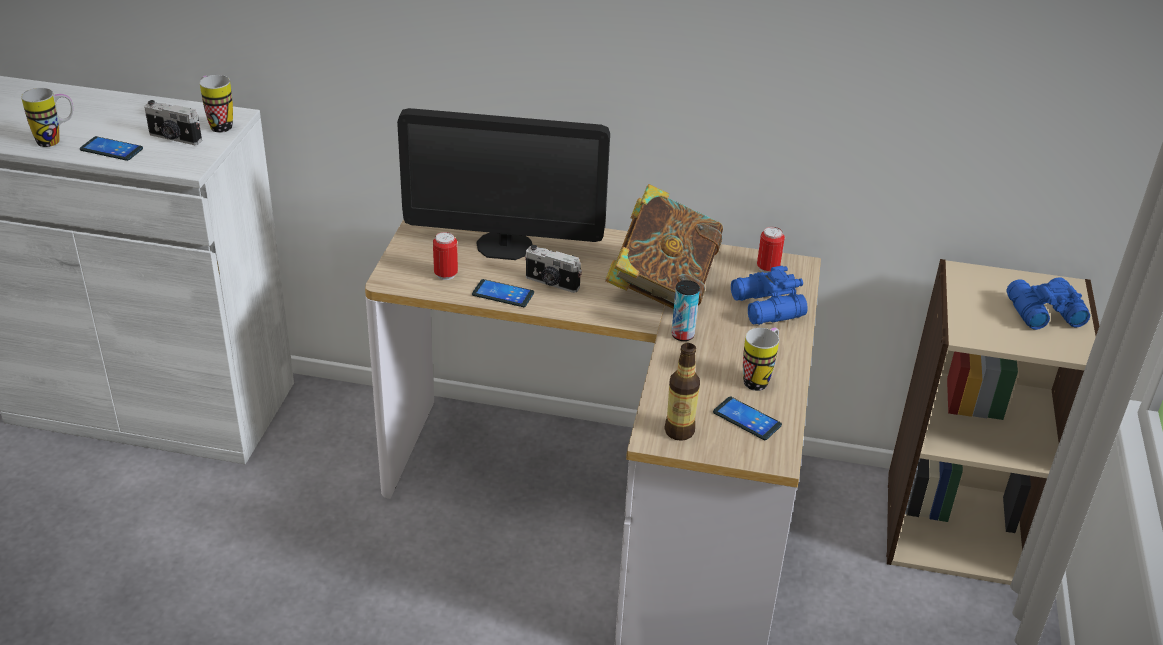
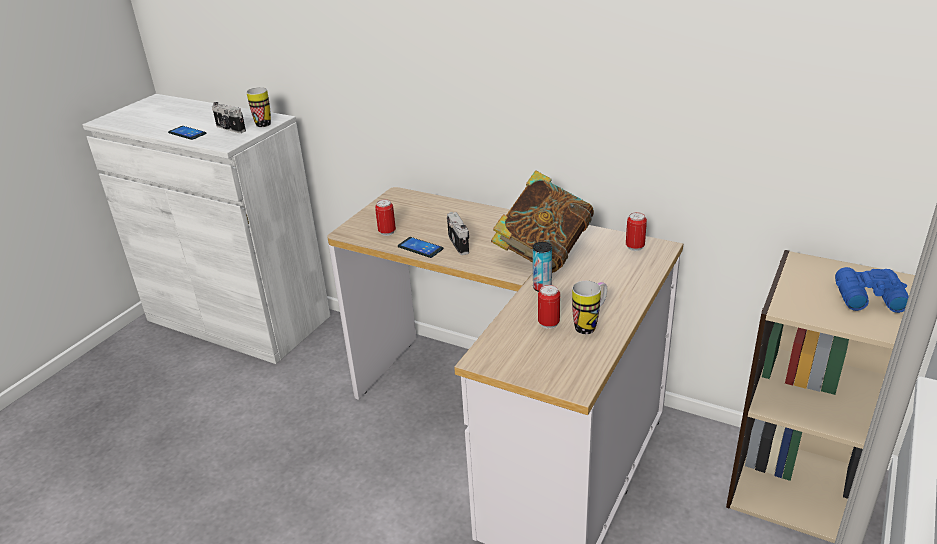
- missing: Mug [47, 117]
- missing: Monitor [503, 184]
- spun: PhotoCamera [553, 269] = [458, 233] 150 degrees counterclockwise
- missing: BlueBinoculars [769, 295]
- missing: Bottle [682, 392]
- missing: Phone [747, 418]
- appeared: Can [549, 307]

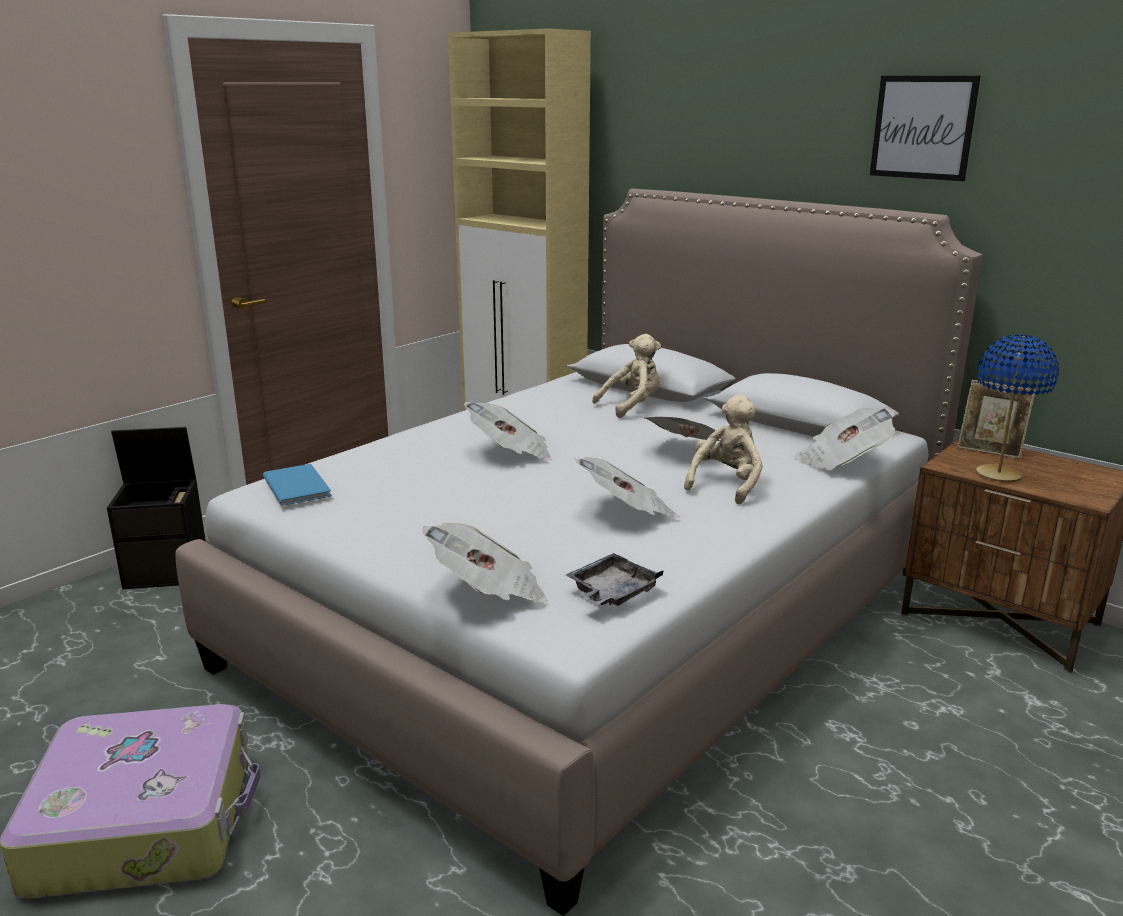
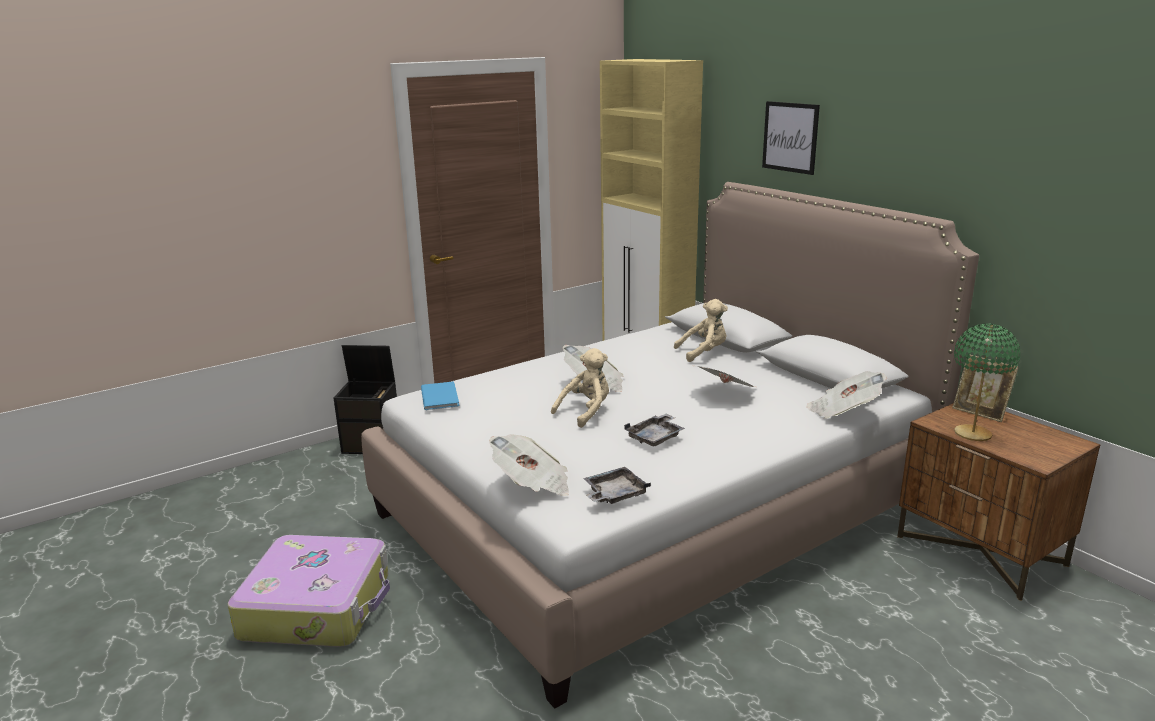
- relocated: Picture [925, 128] to [791, 138]
- colour: BlueTableLamp [1017, 408] to GreenTableLamp [987, 382]
- relocated: BeigePlushToy [723, 449] to [580, 388]
- exchanged: Newspaper [627, 487] to GreyTray [654, 429]

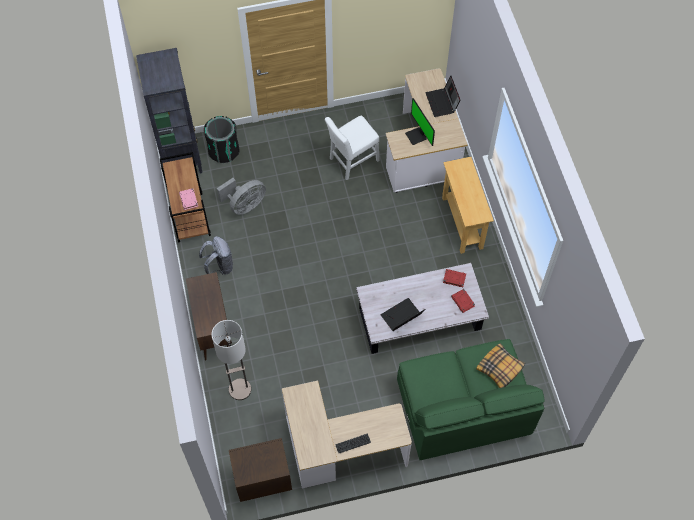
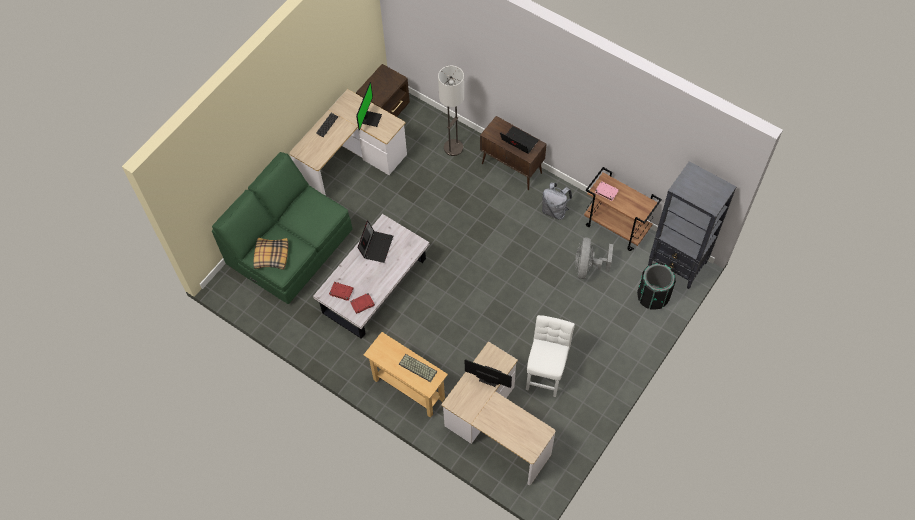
- relocated: Laptop [443, 96] to [519, 140]
- appeared: Monitor [369, 106]
- appeared: Keyboard [418, 368]

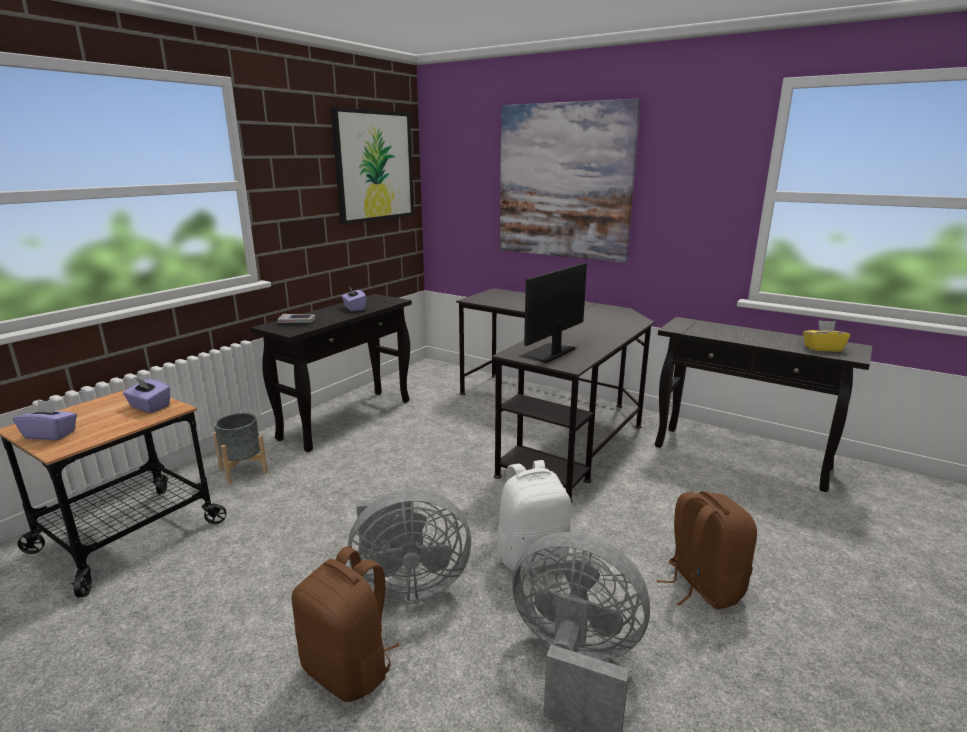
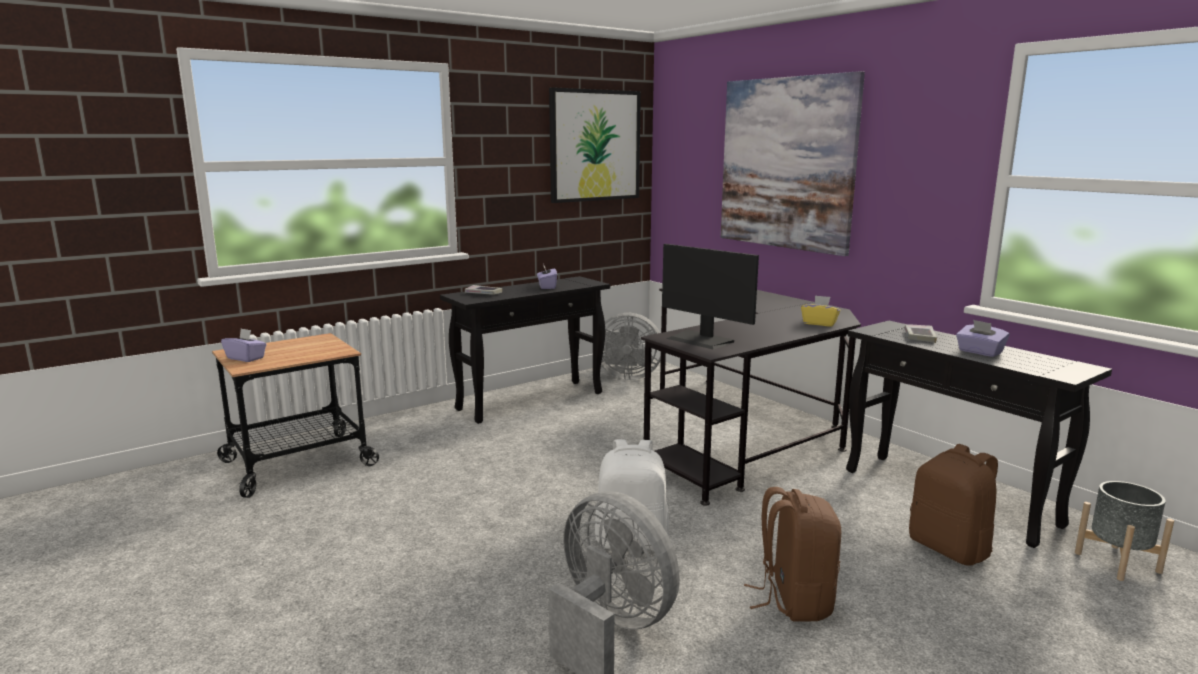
- spun: Monitor [552, 313] = [710, 297] 105 degrees counterclockwise
- relocated: YellowTissueBox [826, 336] to [821, 311]
- relocated: PurpleTissueBox [146, 395] to [983, 338]
- relocated: GreyPlanter [240, 448] to [1124, 531]
- relocated: GreyFan [409, 545] to [631, 346]
- relocated: BrownBackpack [346, 624] to [953, 505]
- appeared: Book [920, 333]

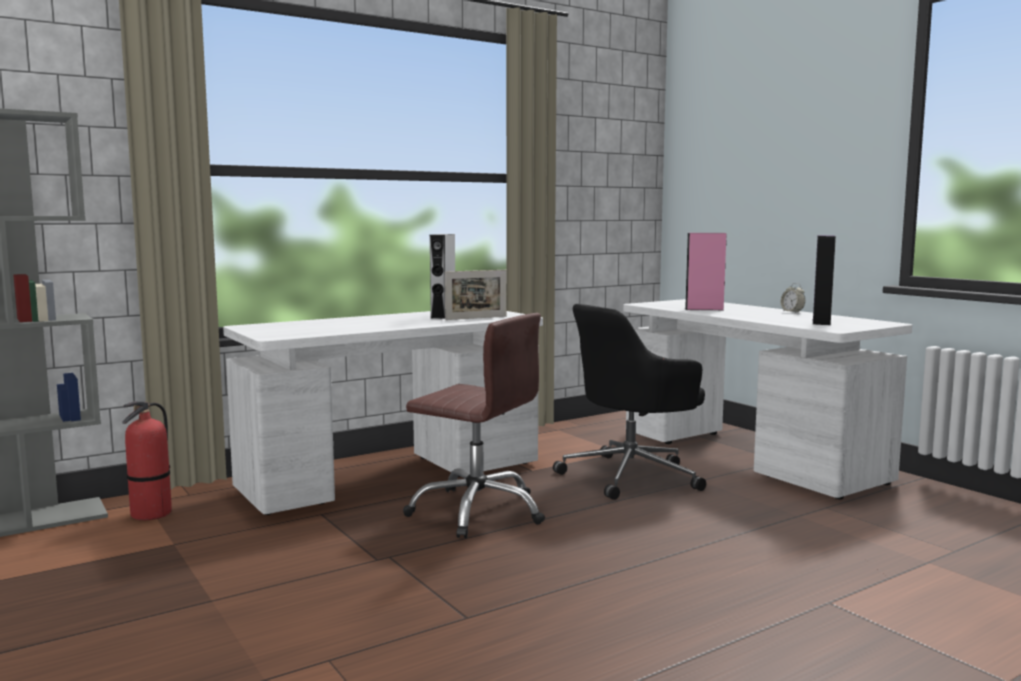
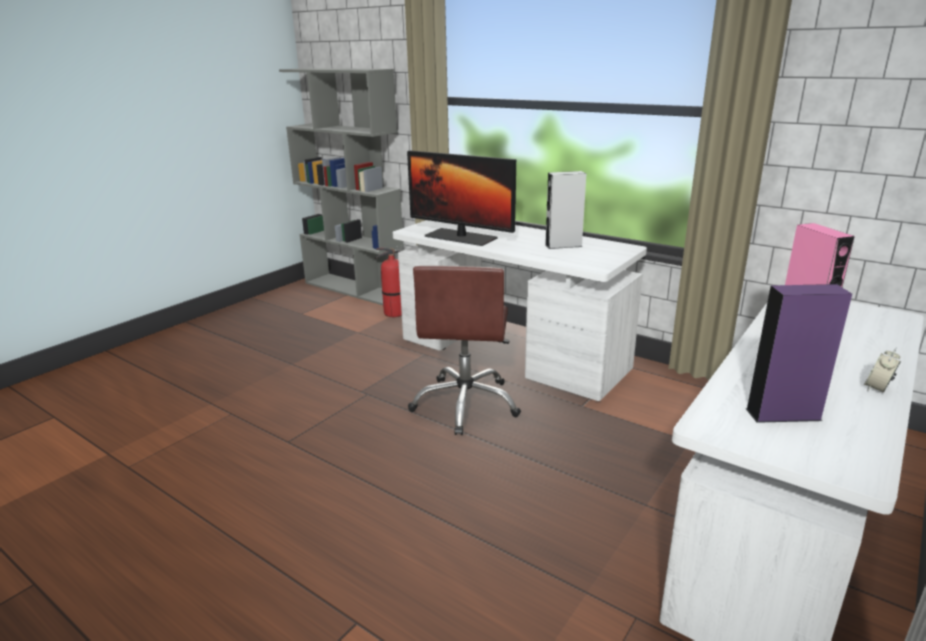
- missing: PictureFrame [476, 295]
- missing: BlackOfficeChair [629, 402]
- appeared: Monitor [461, 198]

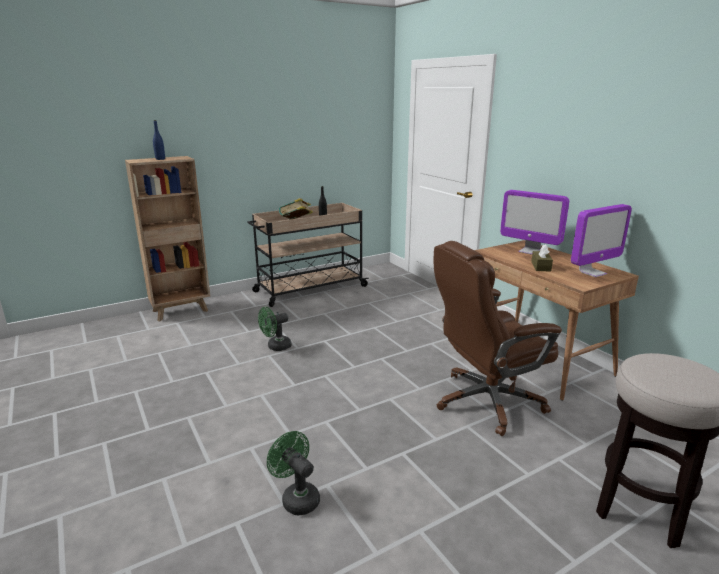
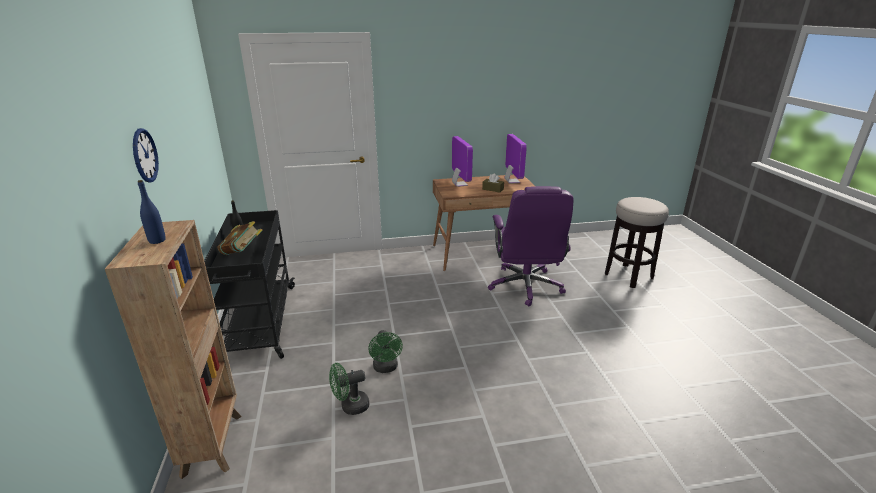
- spun: Monitor [534, 222] = [462, 161] 75 degrees counterclockwise
- colour: BeigeCart [308, 255] to BlackCart [249, 284]
- colour: BrownOfficeChair [498, 338] to PurpleOfficeChair [531, 246]
- relocated: GreenFan [293, 473] to [349, 389]
- appeared: WallClock [146, 155]

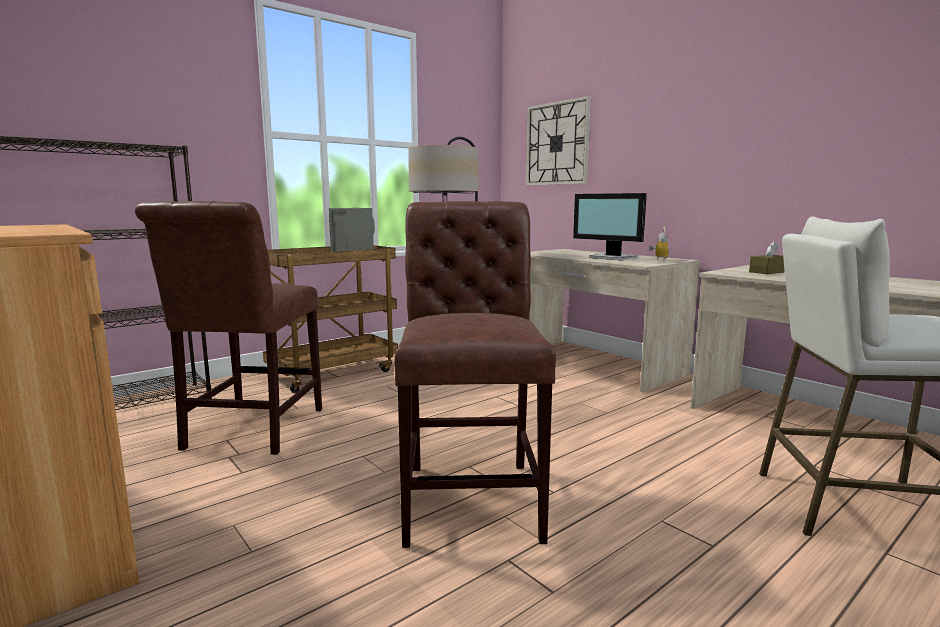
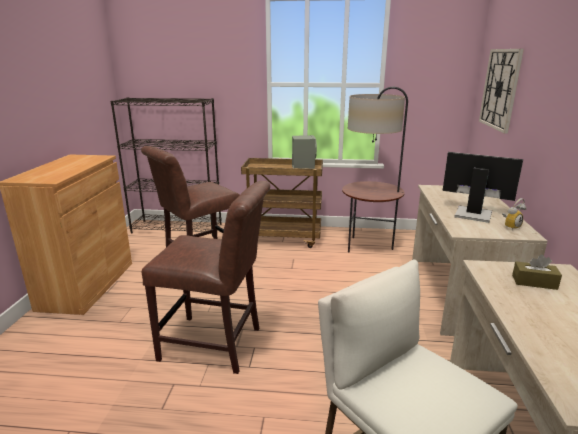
- spun: Monitor [610, 226] = [483, 187] 120 degrees clockwise
- spun: BrownChair [475, 374] = [205, 277] 60 degrees clockwise

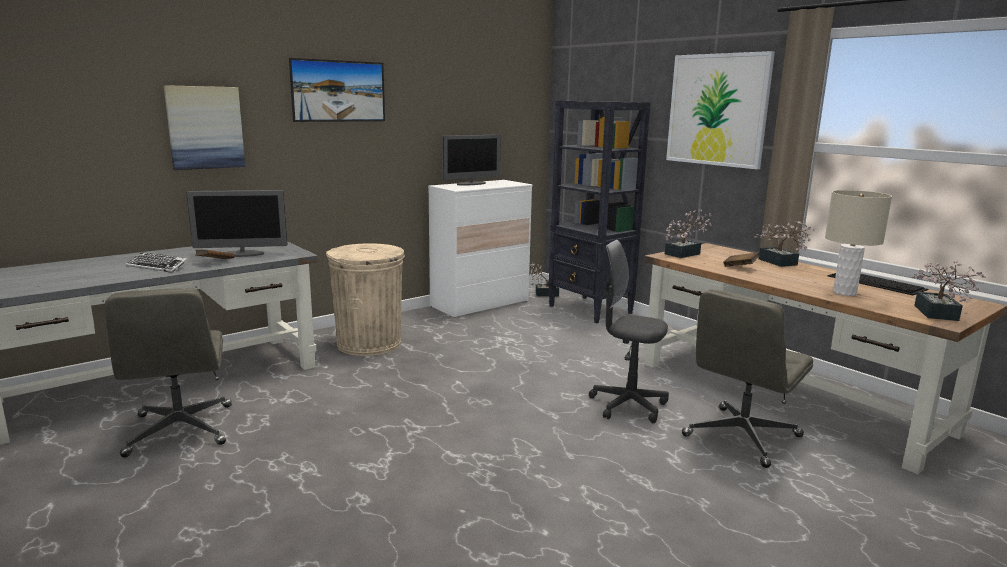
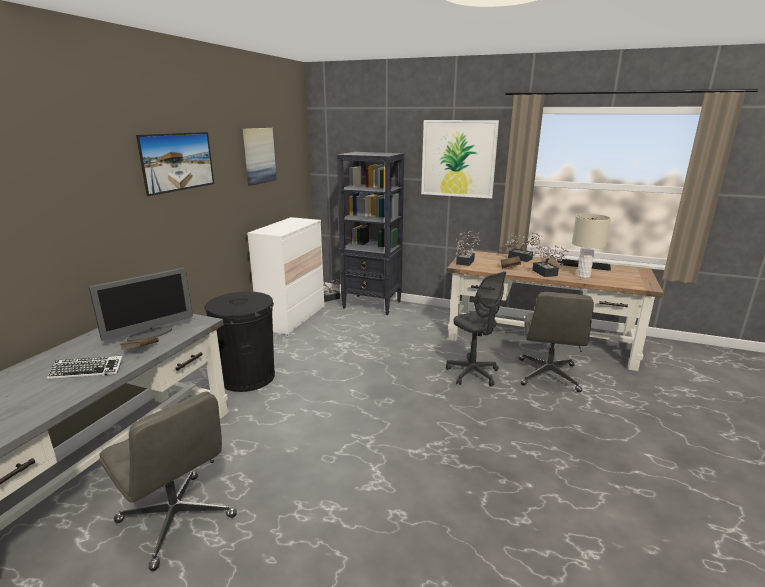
- relocated: Picture [204, 127] to [260, 156]
- missing: Monitor [471, 160]
- spun: GreyOfficeChair [629, 331] = [476, 329] 120 degrees counterclockwise
- colour: BeigeTrashCan [365, 299] to BlackTrashCan [240, 341]
- relocated: PottedPlant [949, 291] to [549, 261]

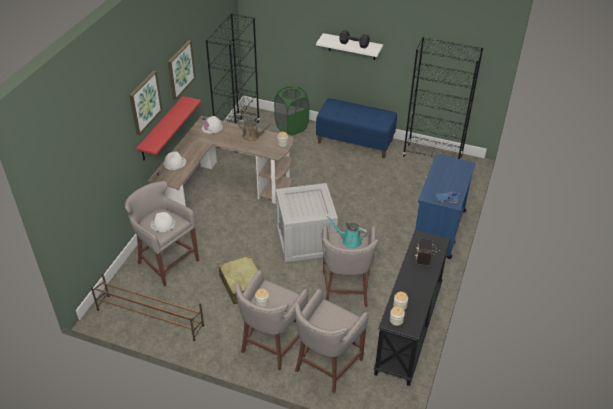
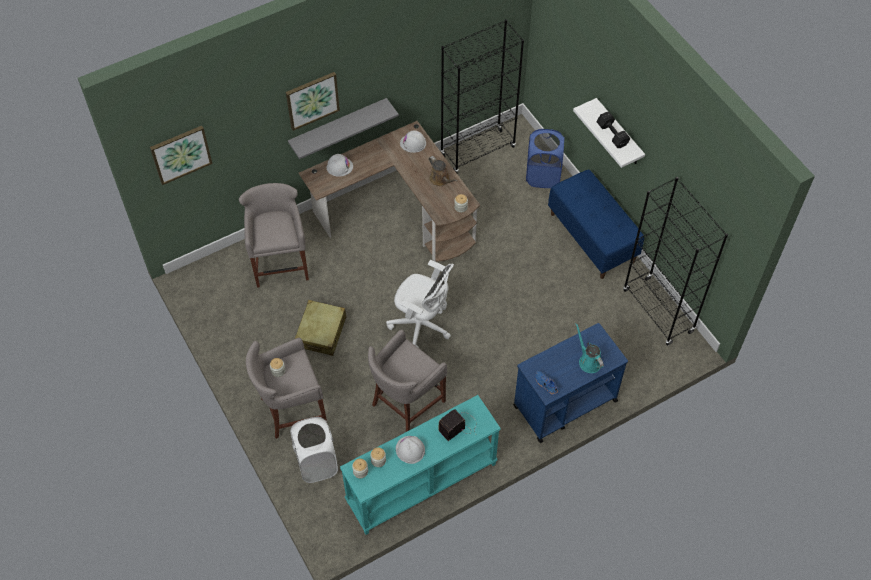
- relocated: Picture [182, 70] to [181, 155]
- colour: GreenLaundryBasket [291, 111] to BlueLaundryBasket [545, 158]
- colour: RedShelf [168, 128] to GreyShelf [343, 128]
- exchanged: Crate [307, 222] to WhiteOfficeChair [420, 304]
- relocated: WhiteHardHat [162, 222] to [410, 450]
- relocated: TurquoiseWateringCan [347, 232] to [590, 348]
- colour: BlackConsoleTable [412, 308] to TurquoiseConsoleTable [420, 465]
- missing: BrownShoeRack [147, 307]
- exchanged: GreyStool [332, 341] to WhiteLaundryBasket [314, 450]

